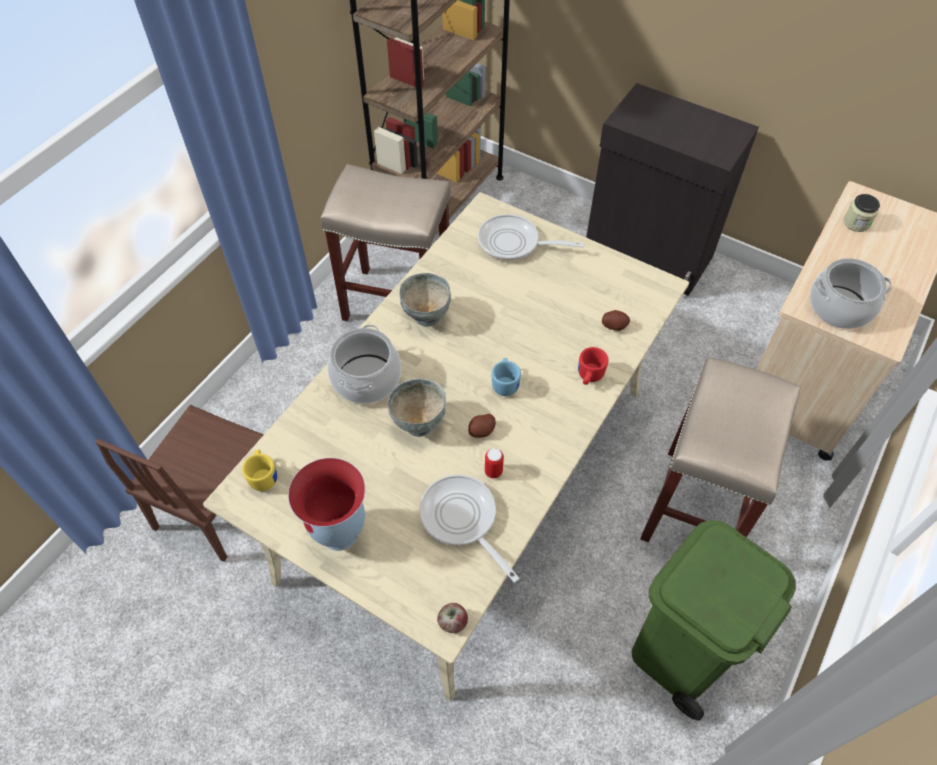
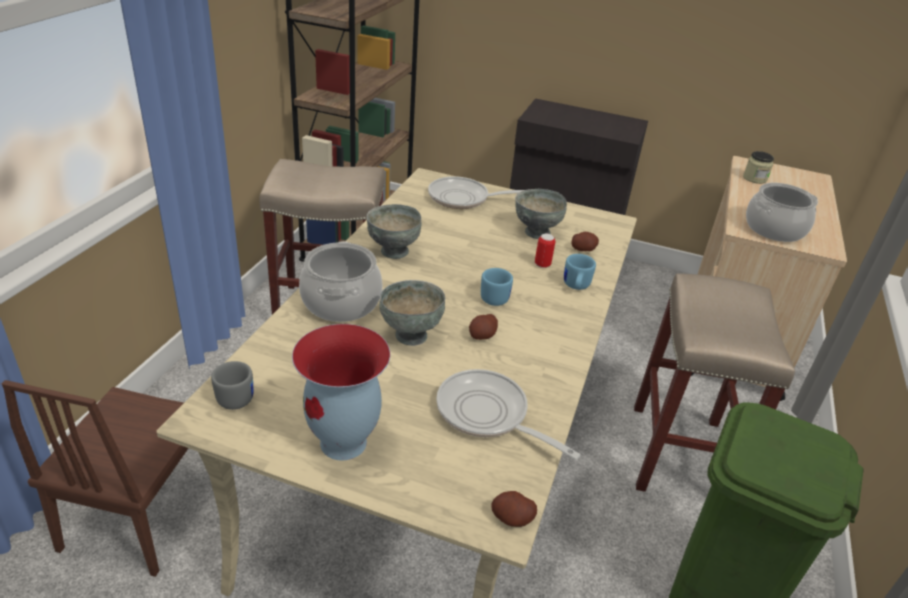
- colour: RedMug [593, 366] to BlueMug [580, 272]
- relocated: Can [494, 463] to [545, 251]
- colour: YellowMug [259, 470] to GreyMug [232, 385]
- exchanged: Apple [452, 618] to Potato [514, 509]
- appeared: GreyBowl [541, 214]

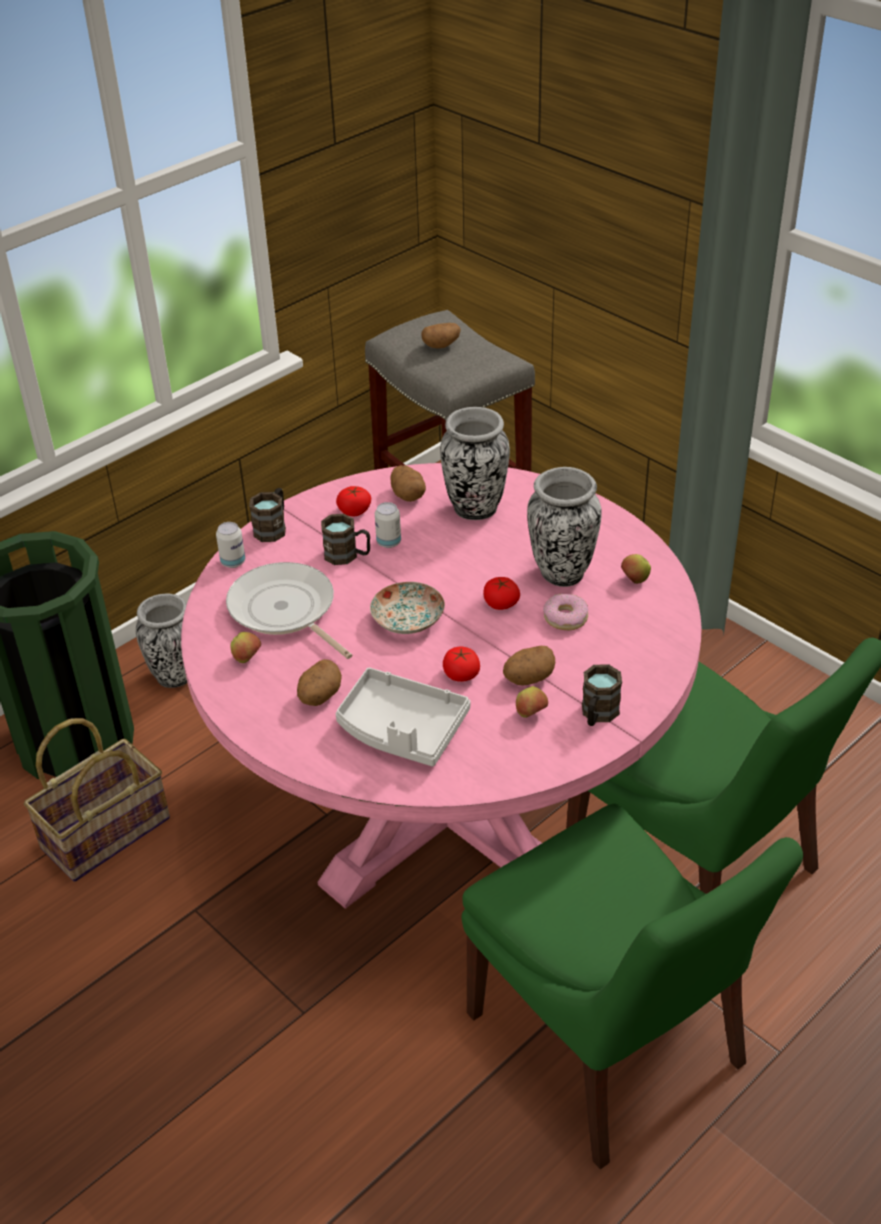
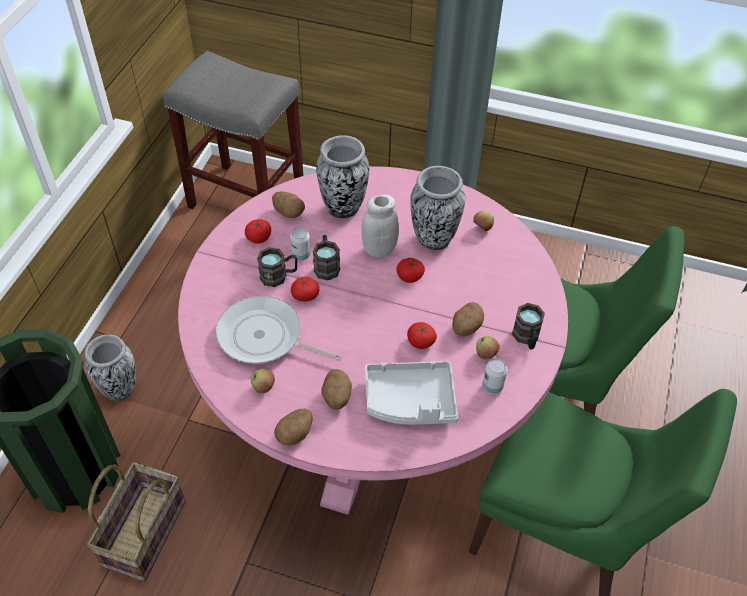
- relocated: Potato [441, 335] to [293, 426]
- relocated: BrownMug [267, 515] to [326, 257]
- relocated: Can [230, 545] to [495, 376]
- missing: Plate [407, 608]
- missing: Donut [565, 612]
- appeared: WhiteJar [380, 226]
- appeared: Tomato [305, 289]

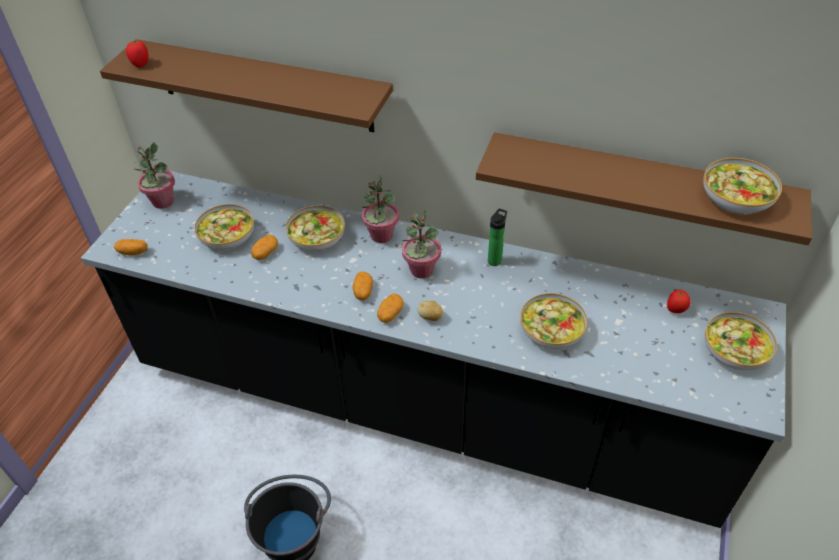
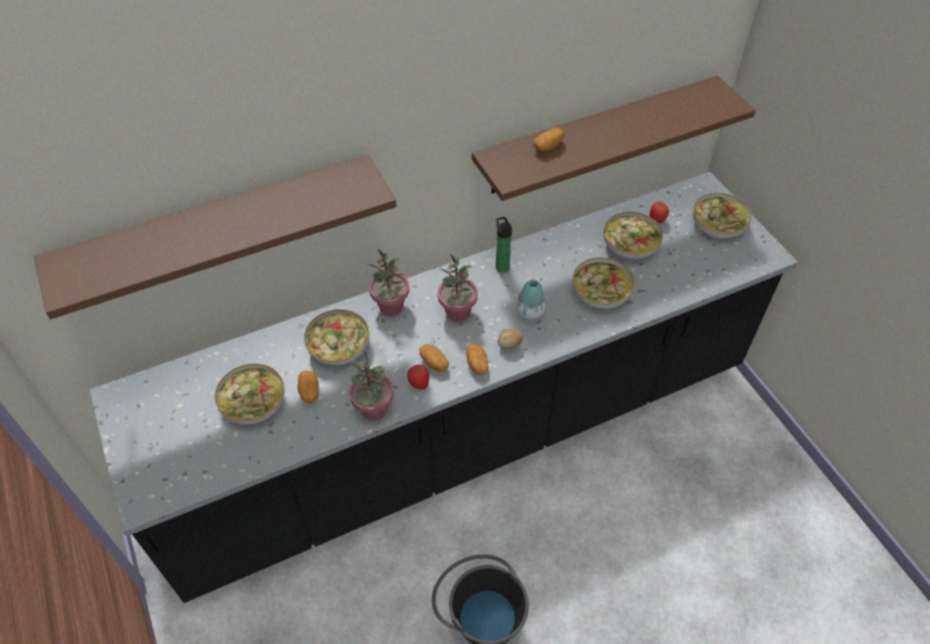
- relocated: Tomato [137, 53] to [418, 377]
- relocated: PottedPlant [154, 175] to [371, 386]
- relocated: Bowl [742, 186] to [633, 235]
- relocated: Potato [131, 247] to [548, 139]
- appeared: Vase [531, 300]

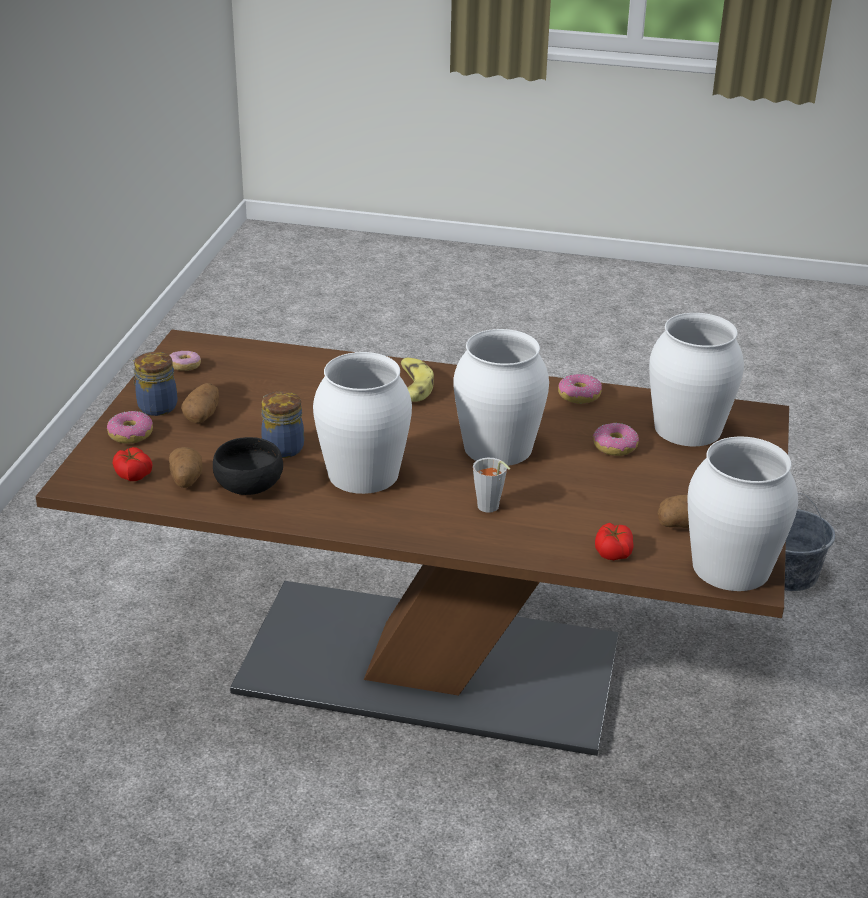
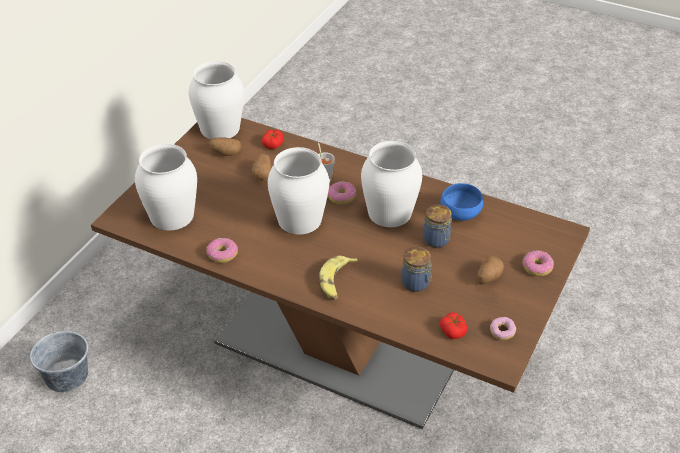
- relocated: Jar [155, 384] to [416, 269]
- relocated: Donut [616, 439] to [342, 192]
- colour: BlackBowl [248, 466] to BlueBowl [461, 202]
- relocated: Tomato [133, 464] to [453, 325]
- relocated: Potato [185, 467] to [262, 167]

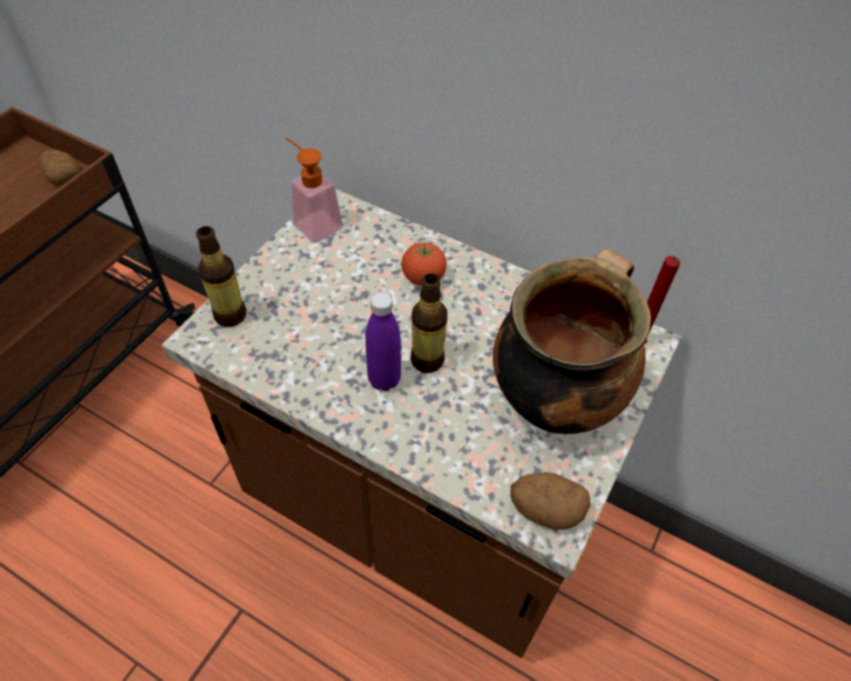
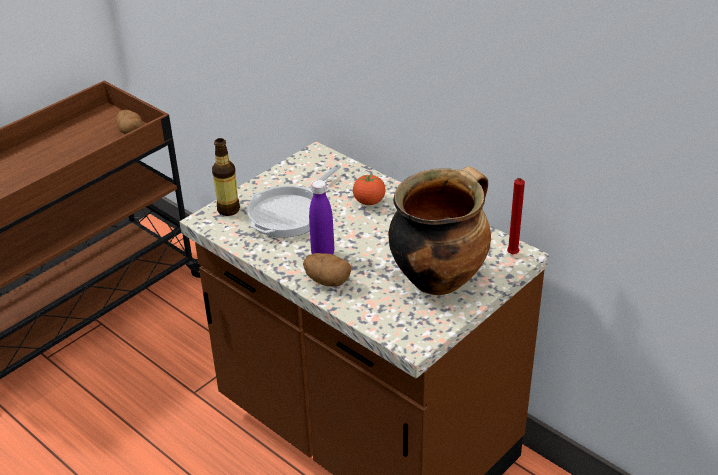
- missing: SoapDispenser [314, 190]
- missing: Bottle [428, 323]
- relocated: Potato [550, 501] to [327, 270]
- appeared: FryingPan [294, 201]

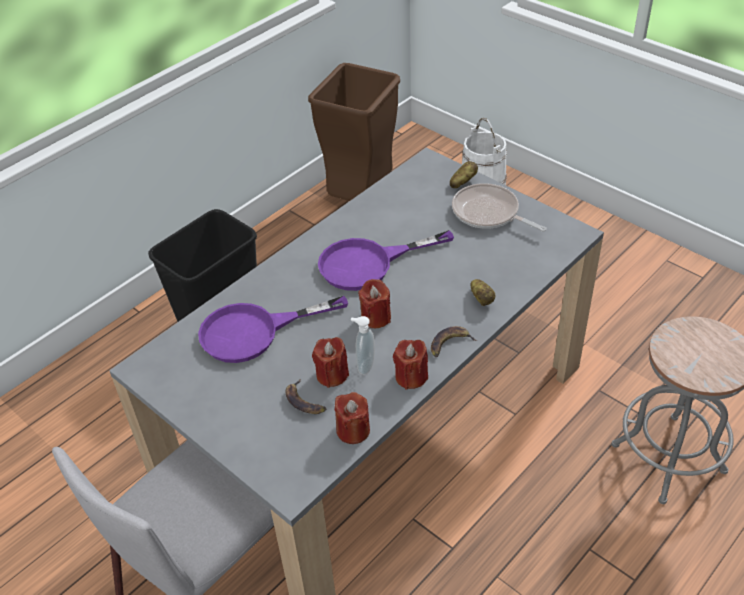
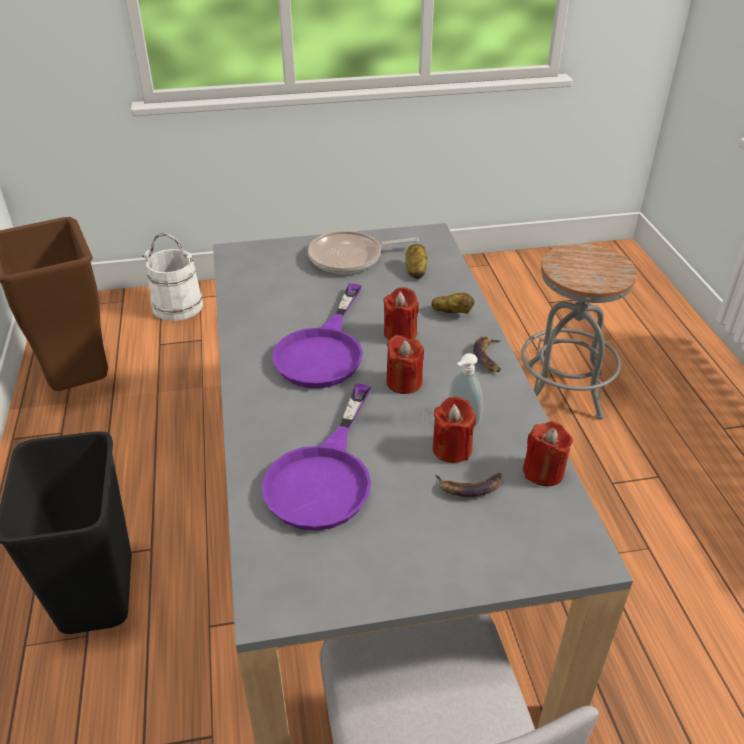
- relocated: Potato [464, 174] to [416, 261]
- relocated: RedCandle [410, 365] to [401, 314]

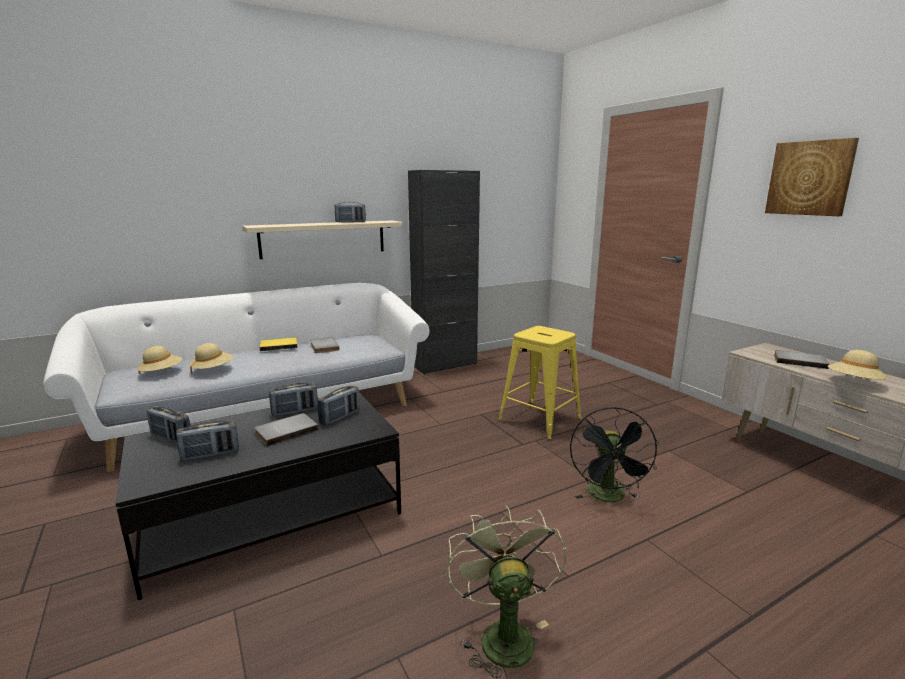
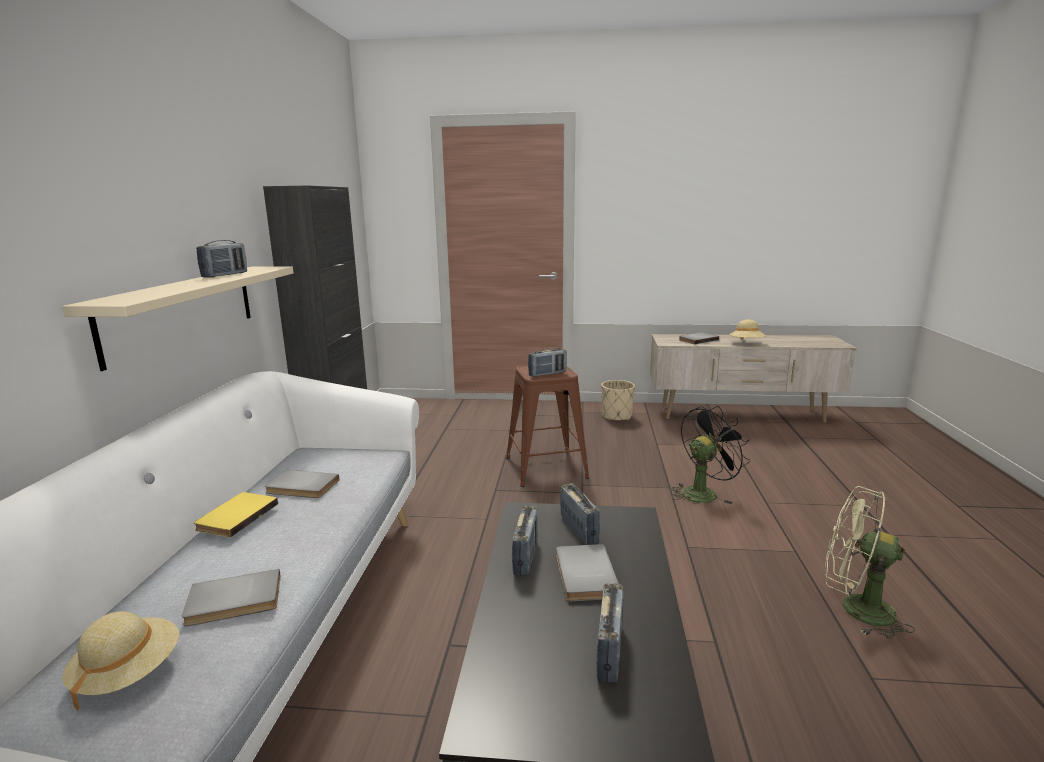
- missing: Picture [812, 177]
- colour: YellowStool [539, 383] to BrownStool [547, 426]
- exchanged: BeigeHat [211, 358] to GreyBook [231, 597]
- relocated: Radio [169, 424] to [547, 362]
- spun: BlackFan [614, 454] = [710, 454] 75 degrees counterclockwise
- appeared: BeigePlanter [618, 400]

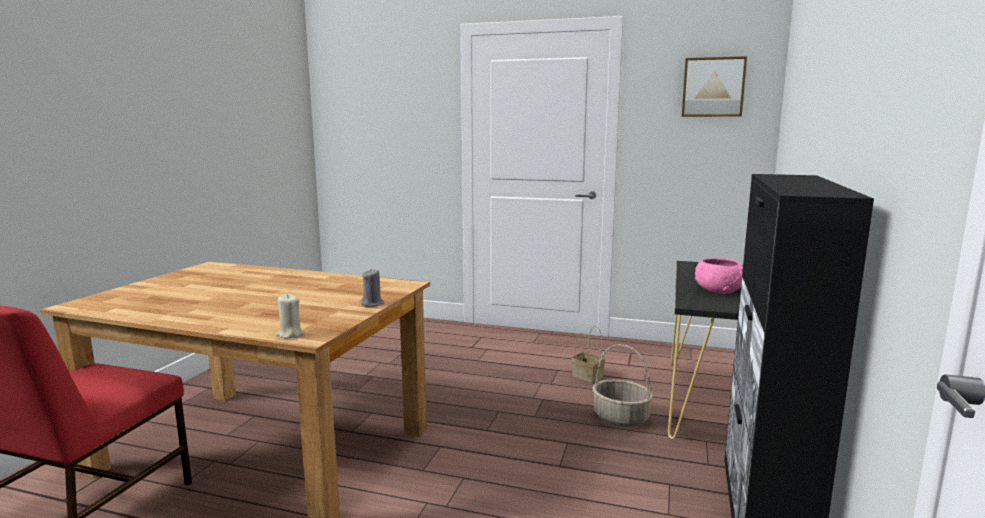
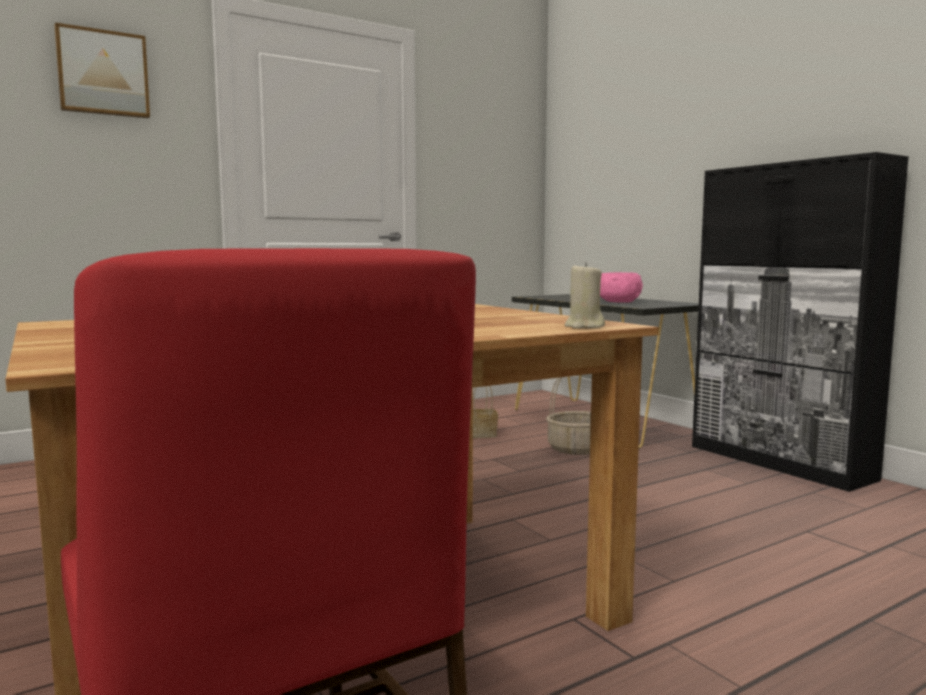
- relocated: Picture [714, 86] to [102, 70]
- missing: GreyCandle [372, 288]

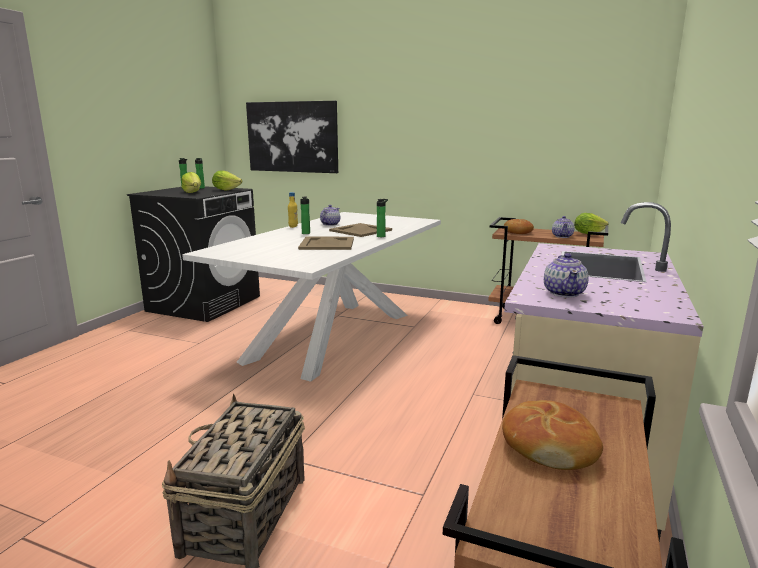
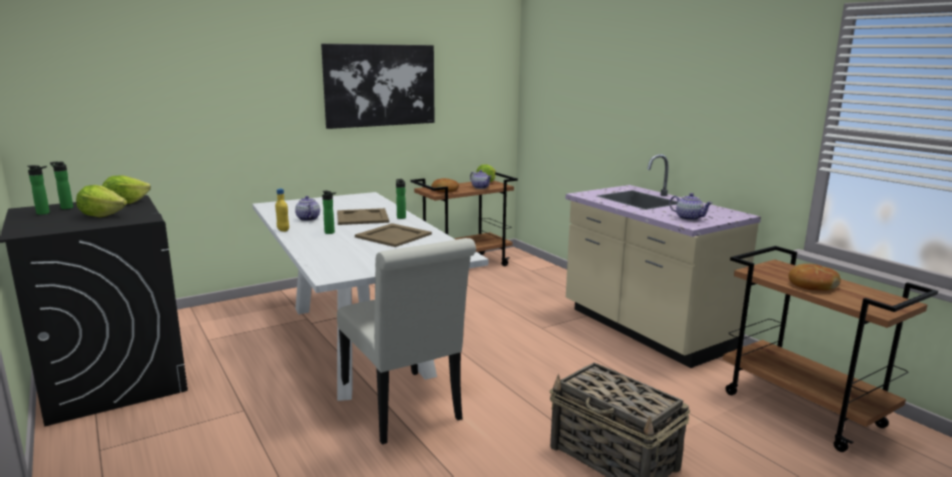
- relocated: Picture [292, 137] to [378, 86]
- appeared: WhiteChair [406, 341]

